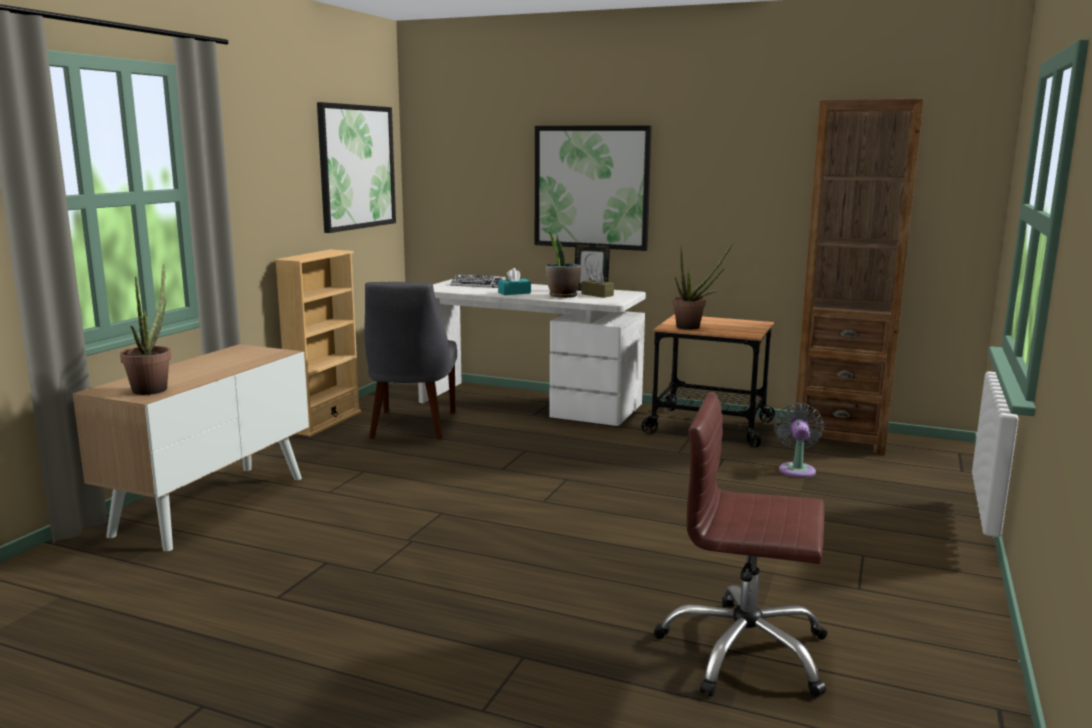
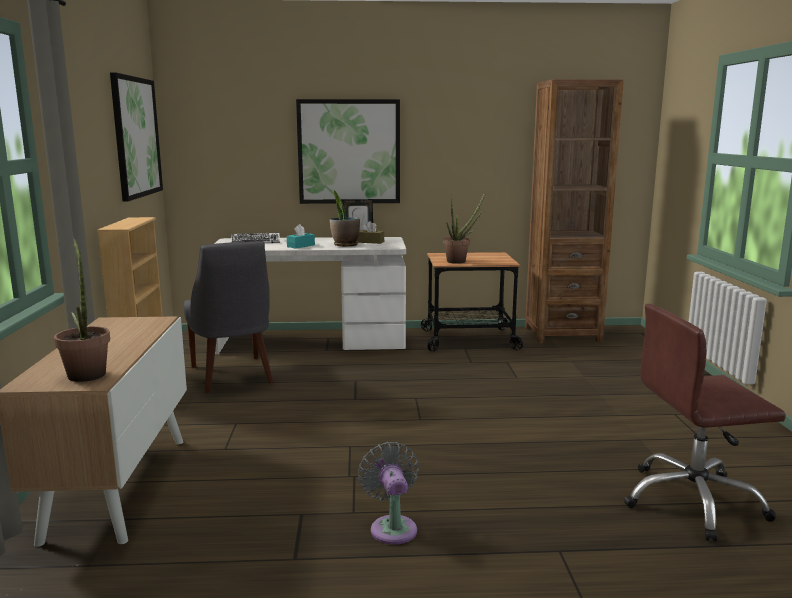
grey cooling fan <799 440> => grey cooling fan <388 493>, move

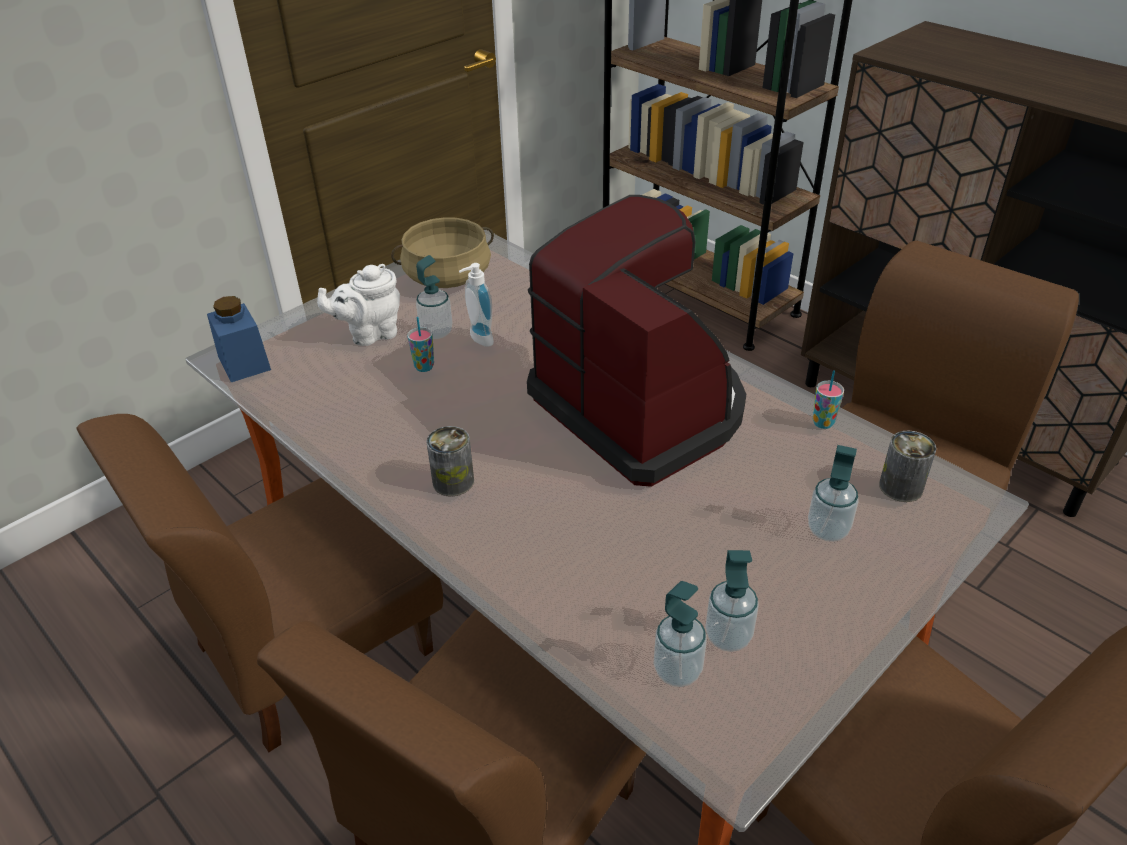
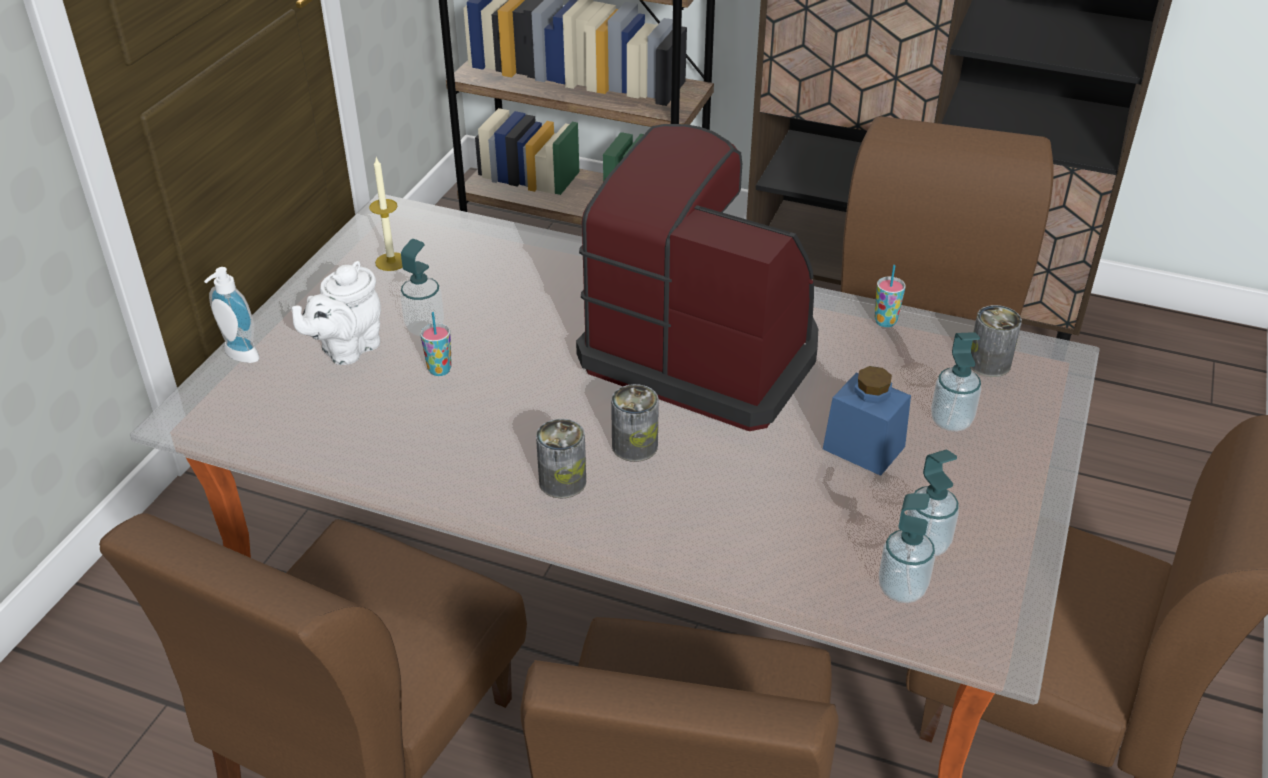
soap dispenser <476 305> => soap dispenser <231 315>, move
sand-coloured saucepot <442 252> => candle <386 214>
nothing => sealed can <635 423>
bluish jar <239 339> => bluish jar <867 421>, move

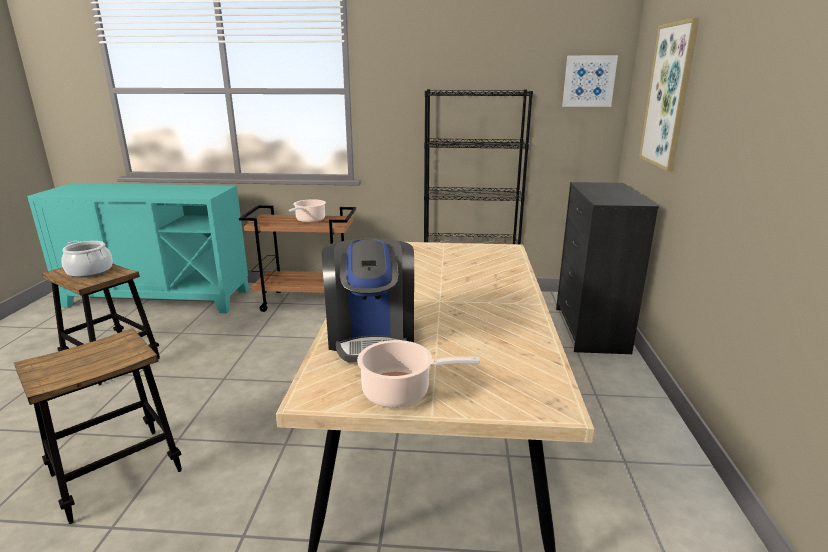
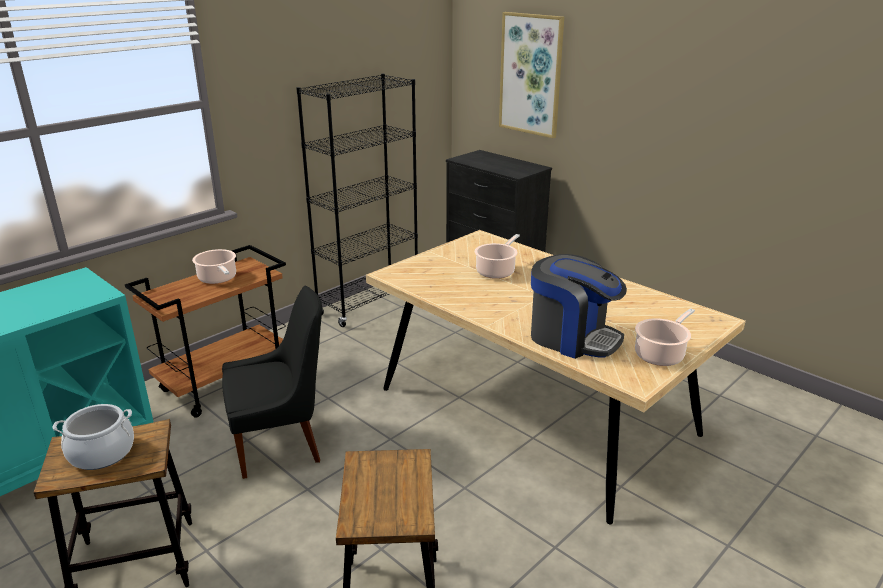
nothing => black-coloured plain chair <272 382>
nothing => saucepot <497 256>
wall picture <590 81> => nothing

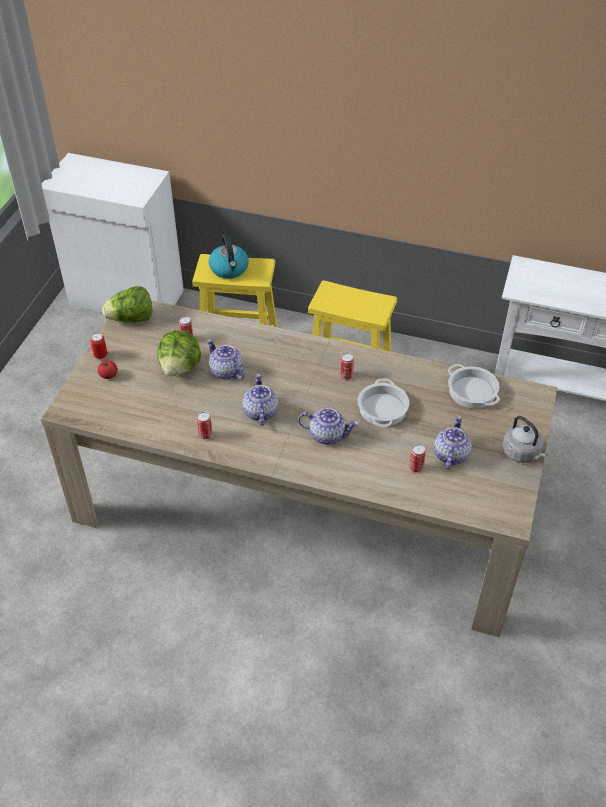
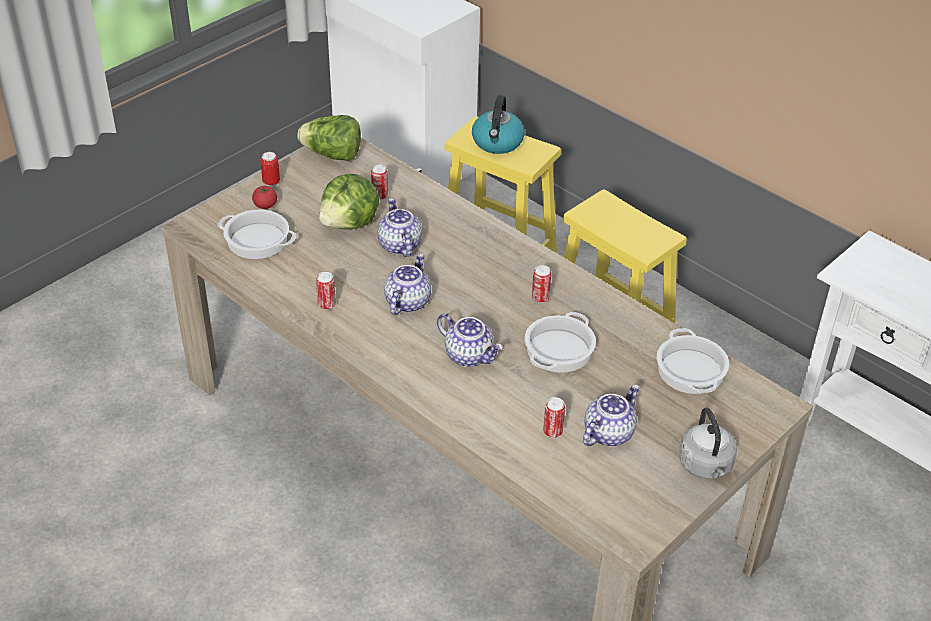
nothing => saucepot <257 234>

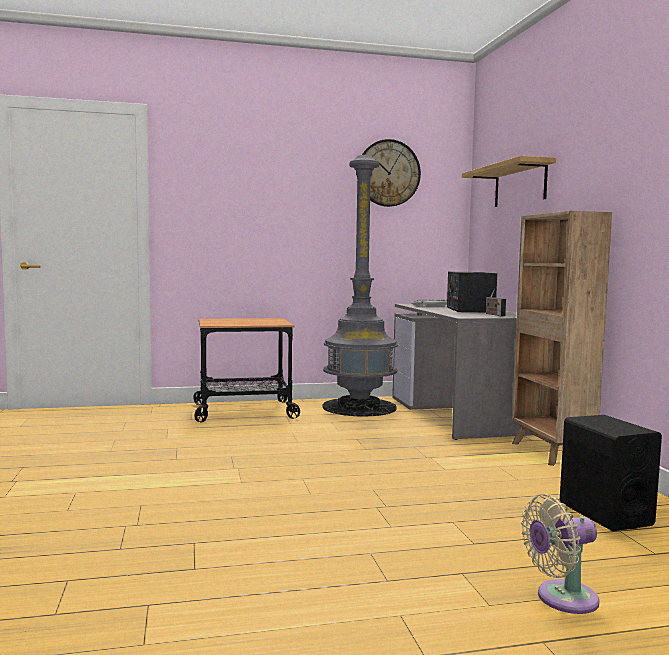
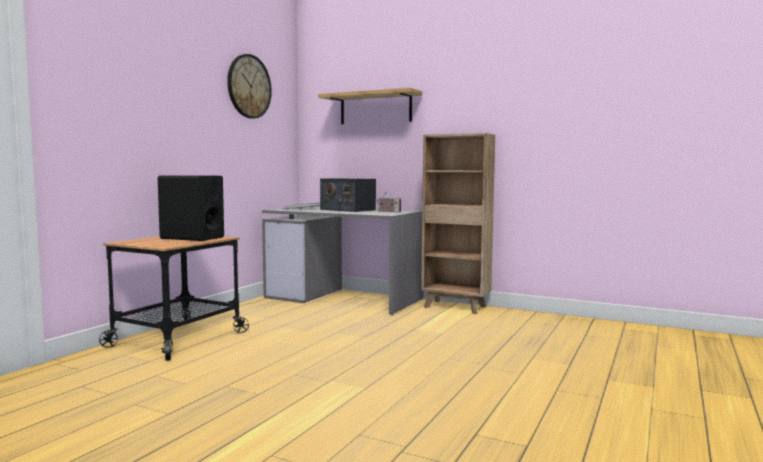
black-coloured loudspeaker <611 473> => black-coloured loudspeaker <191 208>, move
grey standing lamp <360 285> => nothing
sand-coloured cooling fan <560 554> => nothing

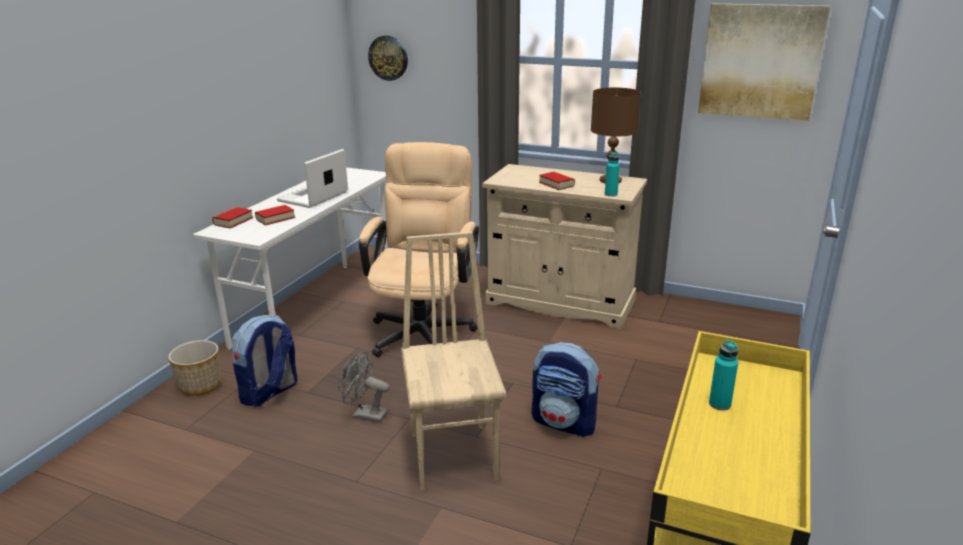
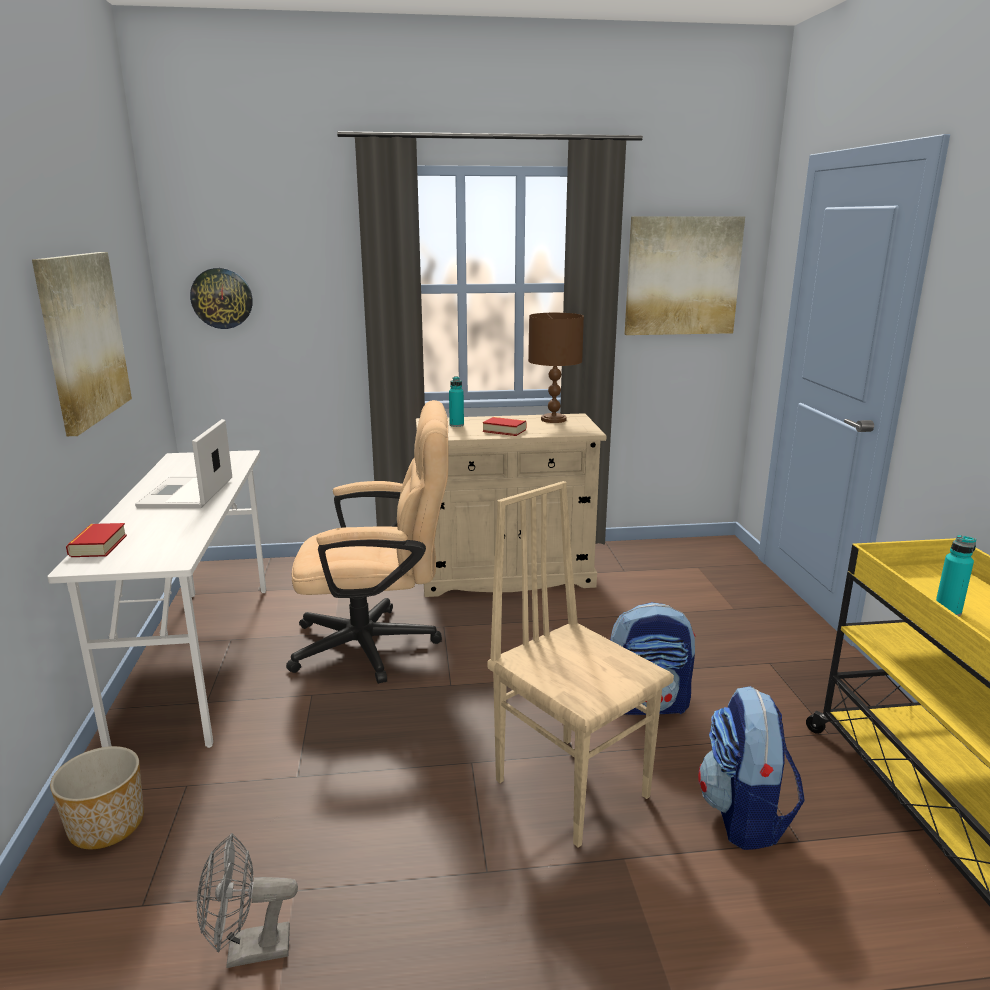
nothing => wall picture <82 344>
grey cooling fan <364 387> => grey cooling fan <247 900>, move
sand-coloured office chair <419 249> => sand-coloured office chair <367 542>, 105 degrees clockwise
blue-green bottle <612 174> => blue-green bottle <456 402>, move
knapsack <265 361> => knapsack <751 768>, move
book <275 215> => nothing

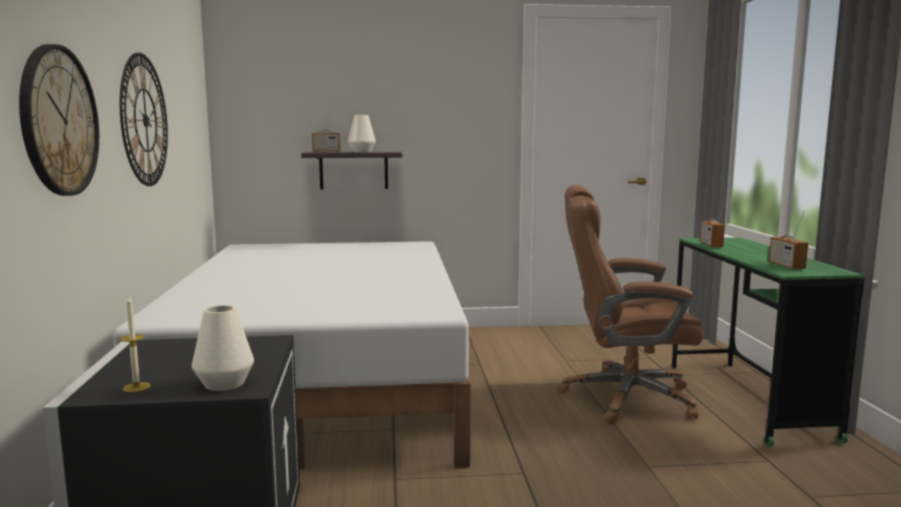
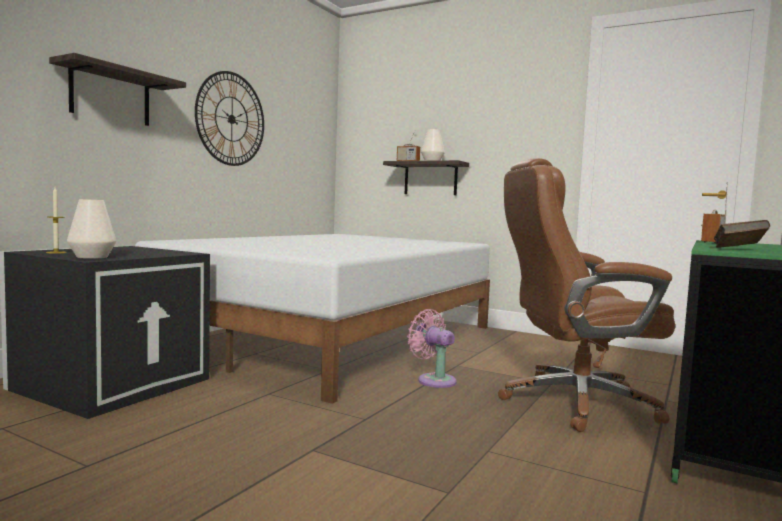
hanging clock <59 120> => wall shelf <117 89>
nothing => pinkish cooling fan <432 348>
brown office chair <630 304> => brown office chair <586 295>, 45 degrees counterclockwise
radio receiver <788 240> => brown book <742 234>

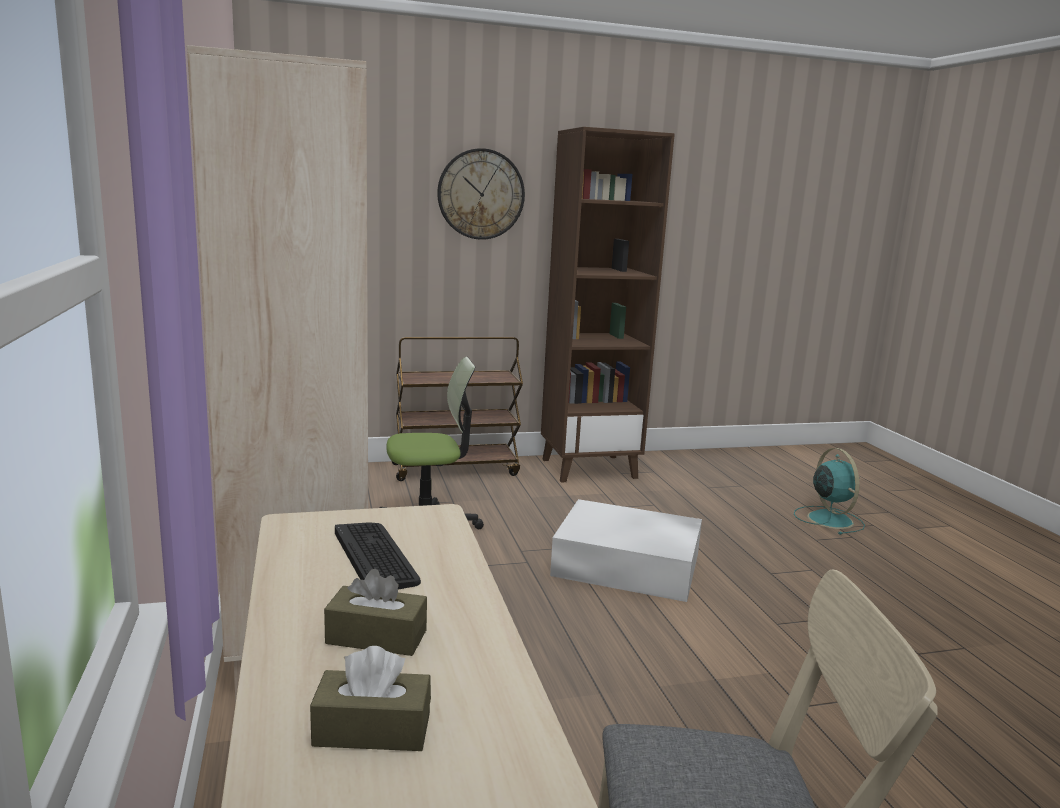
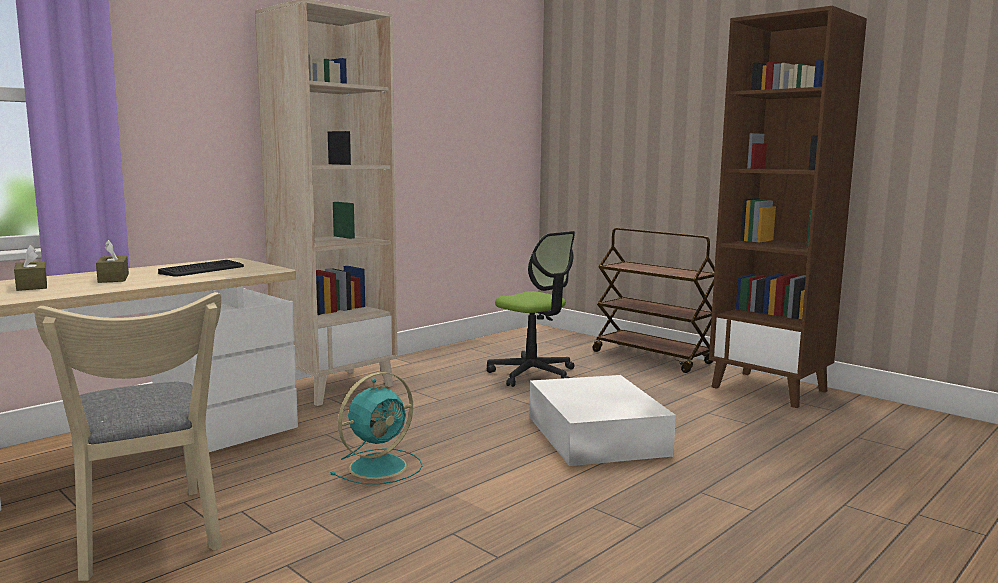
blue-green cooling fan <829 491> => blue-green cooling fan <376 428>, move
hanging clock <481 194> => nothing

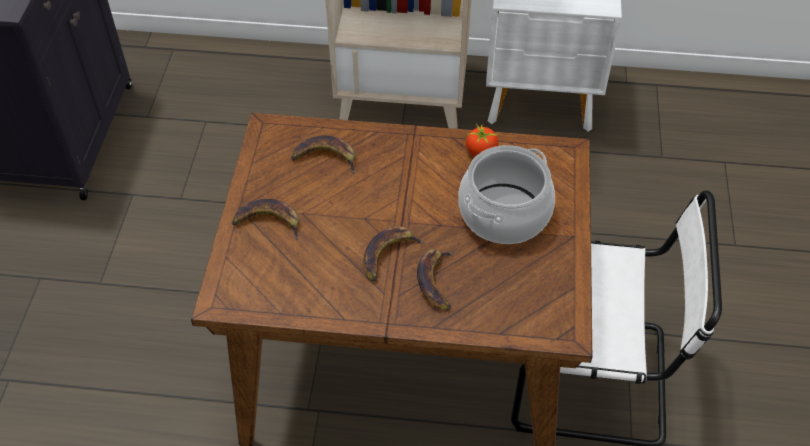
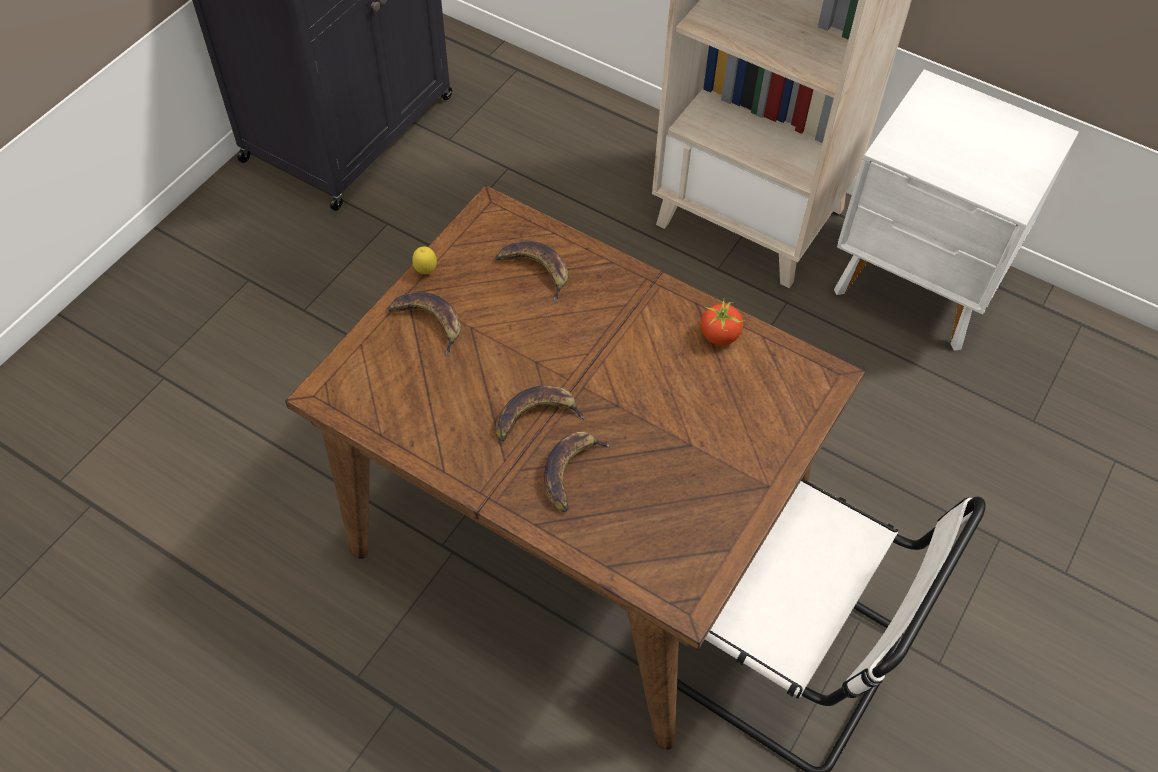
nothing => lemon <424 260>
saucepot <506 194> => nothing

